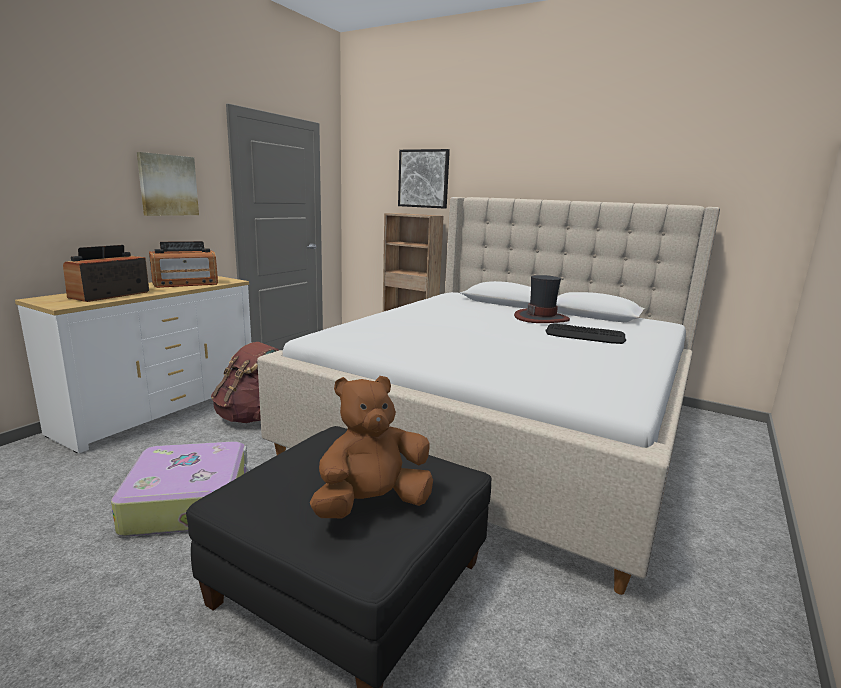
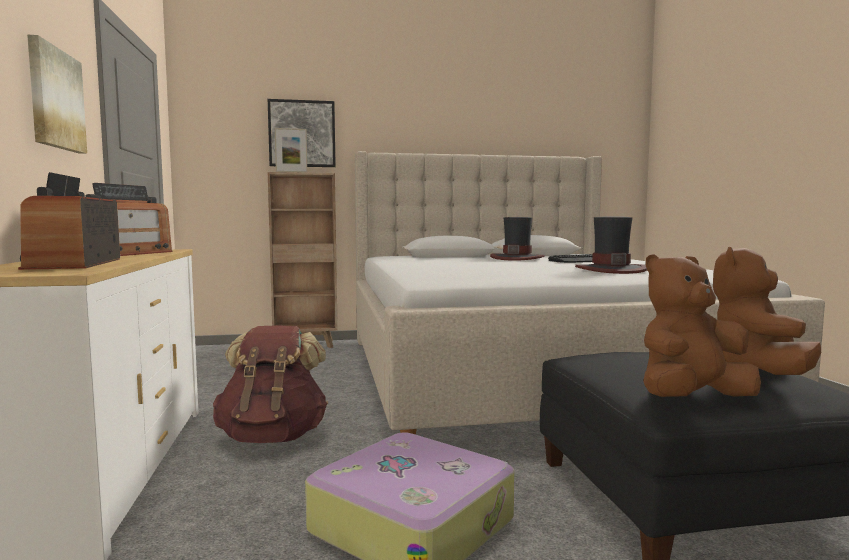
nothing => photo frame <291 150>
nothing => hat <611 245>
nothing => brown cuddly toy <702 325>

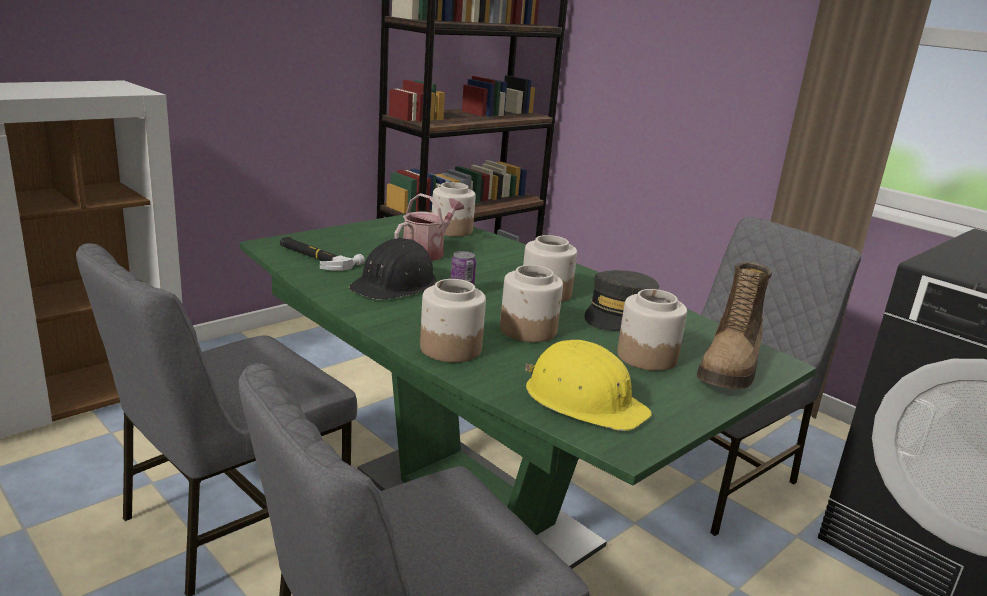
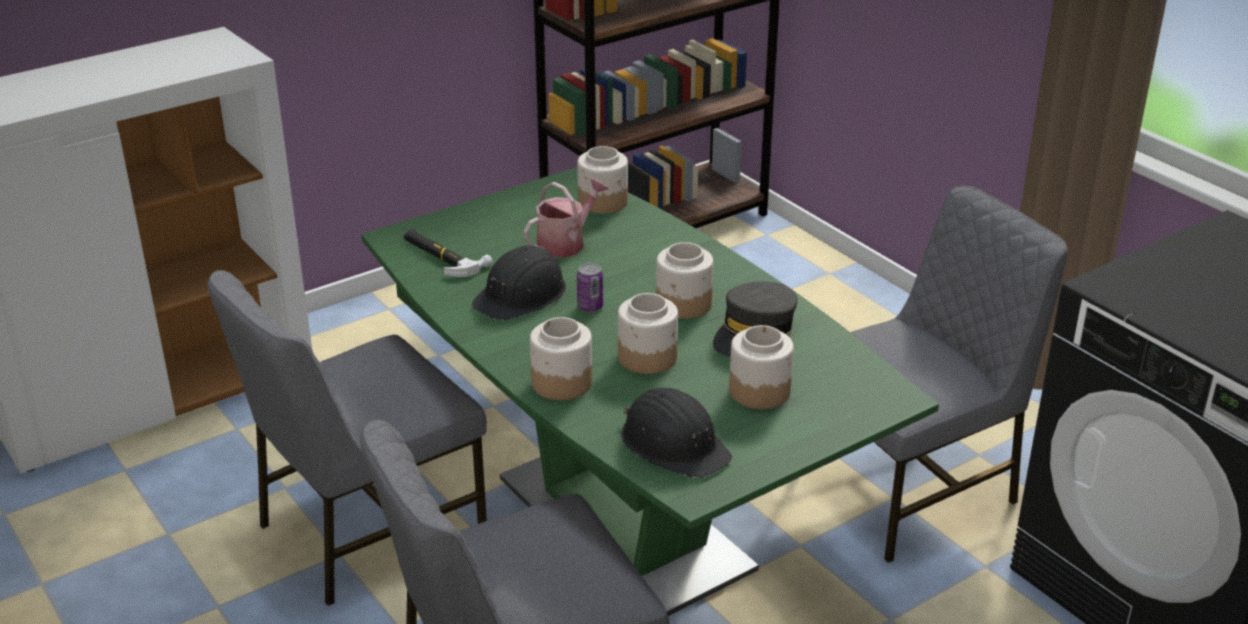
yellow-coloured safety helmet <588 385> => black-coloured safety helmet <676 433>
tall boot <734 325> => nothing

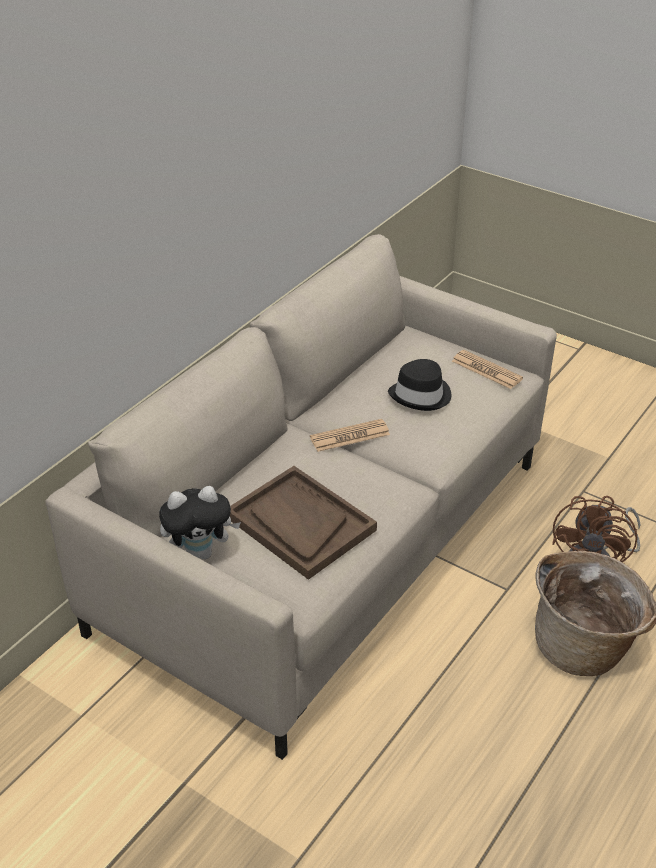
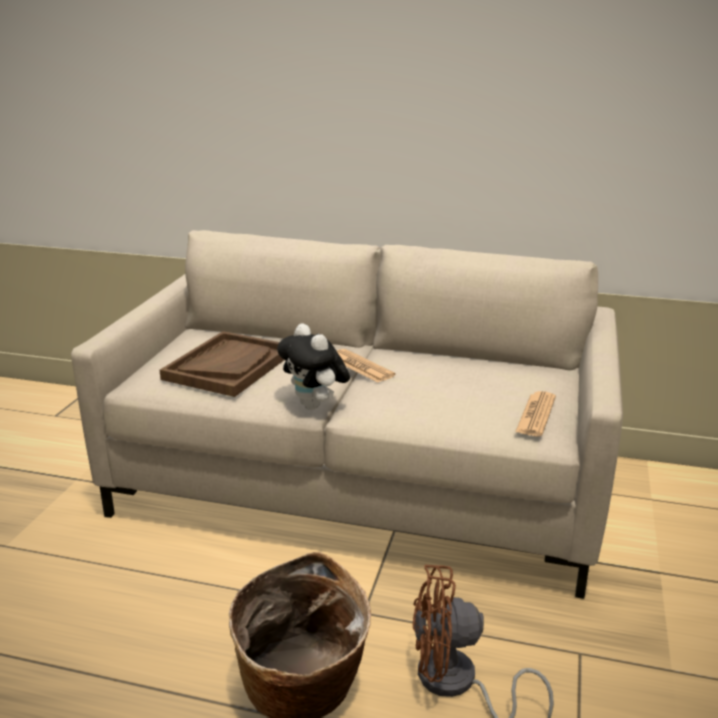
cuddly toy <200 522> => cuddly toy <313 367>, move
black-coloured hat <419 385> => nothing

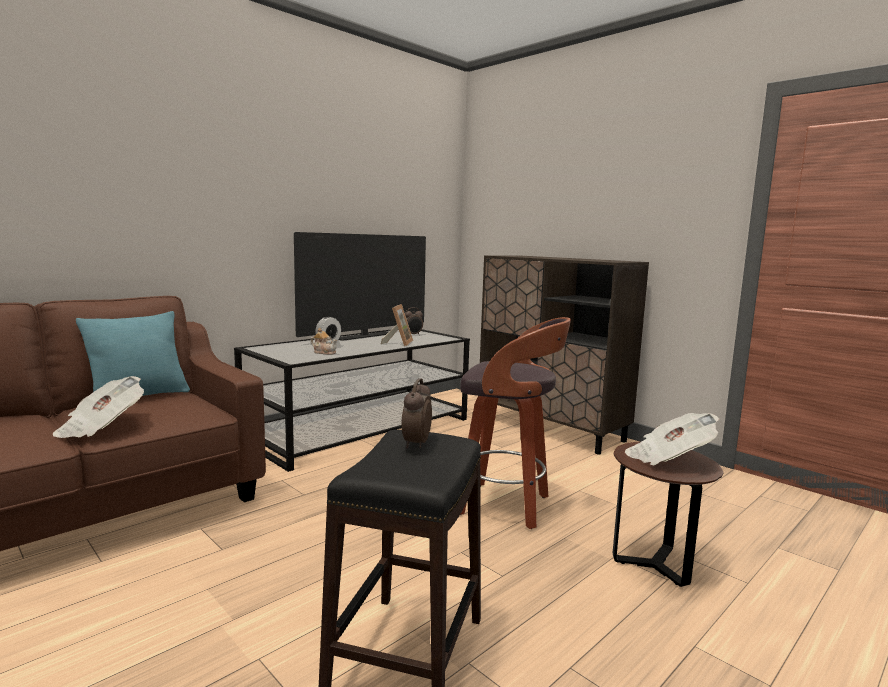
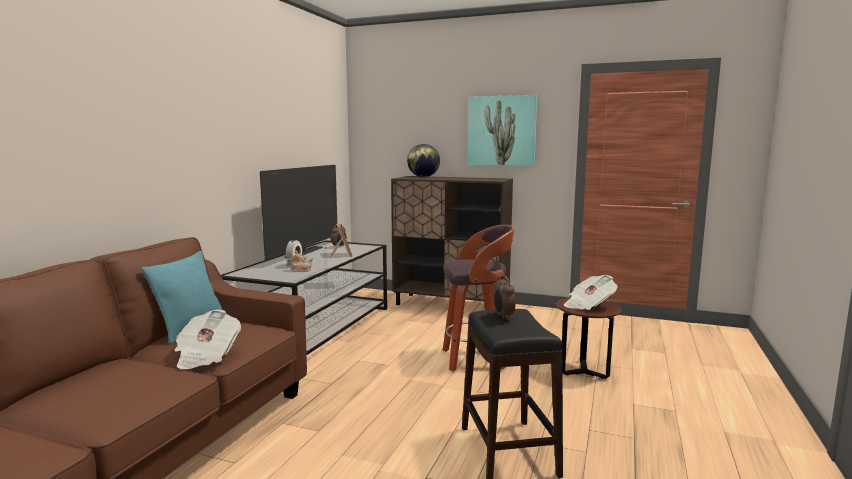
nothing => globe <423 160>
nothing => wall picture <502 130>

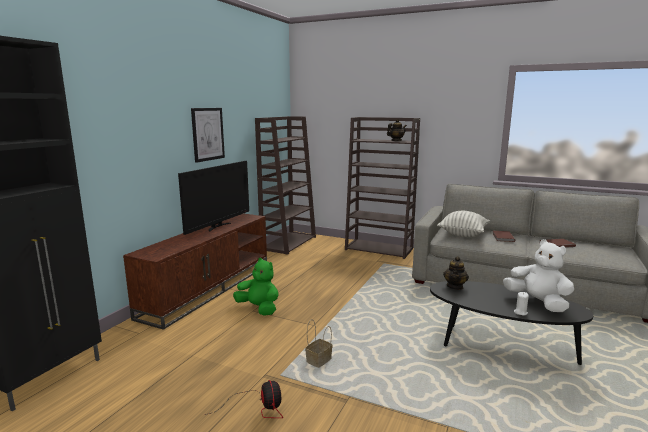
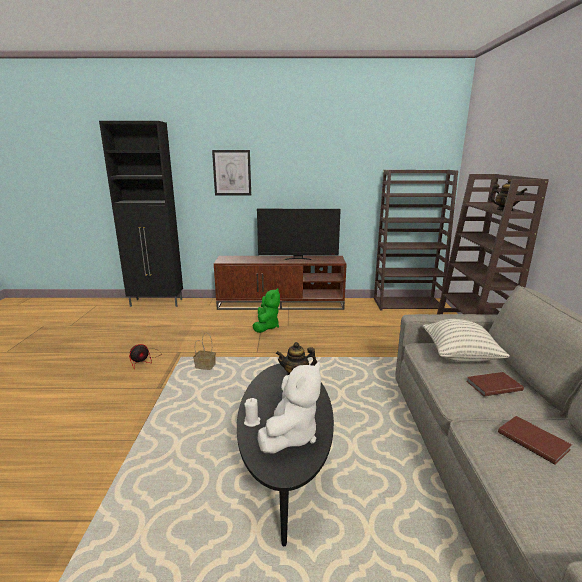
wall picture <208 135> => wall picture <231 173>, move

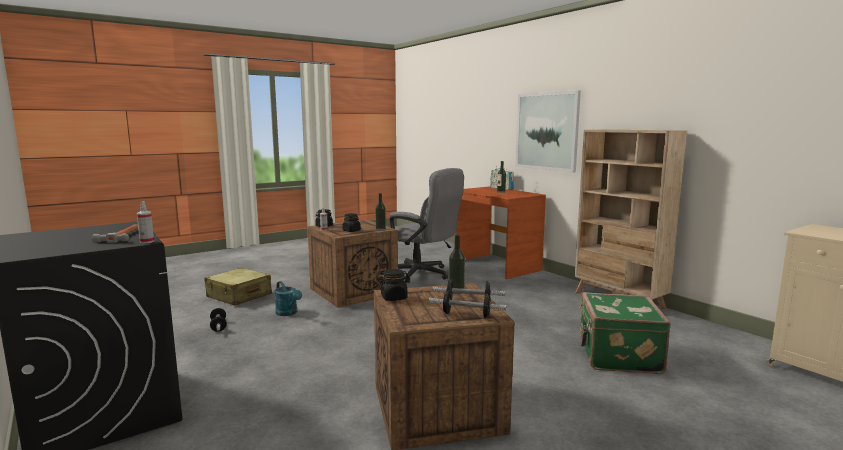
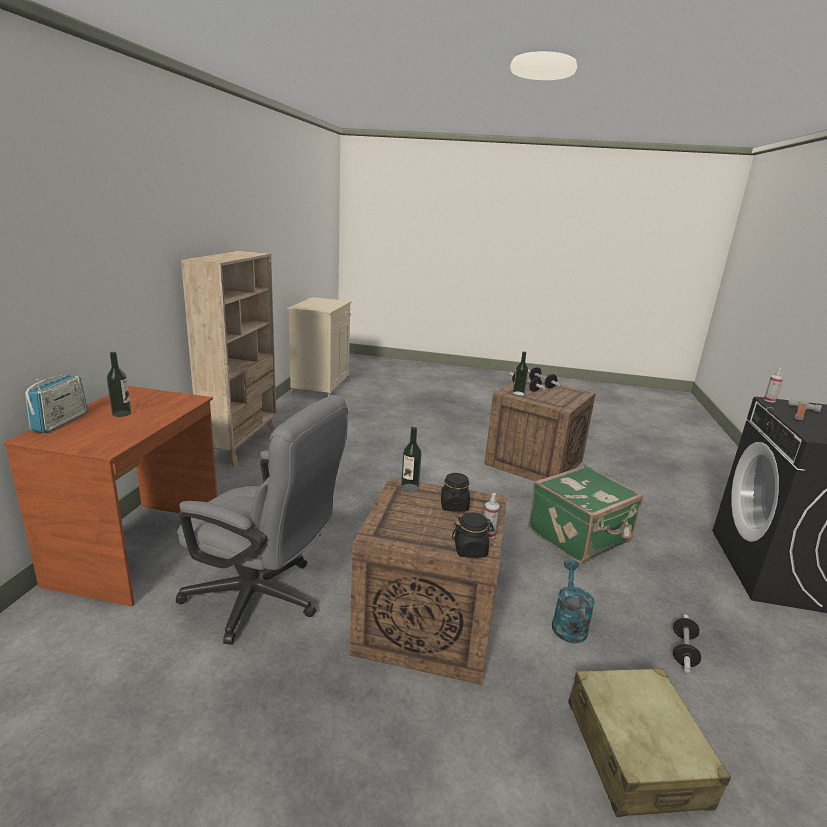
grey office chair <427 225> => grey office chair <262 520>, 120 degrees clockwise
green-coloured travel case <625 333> => green-coloured travel case <585 514>, move
black-coloured jar <394 285> => nothing
wall picture <548 131> => nothing

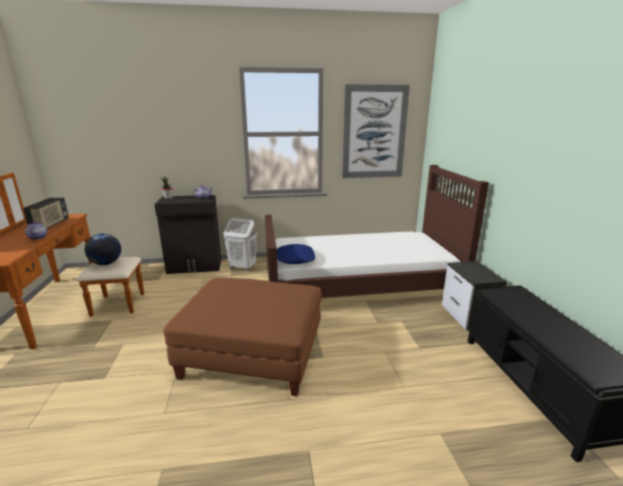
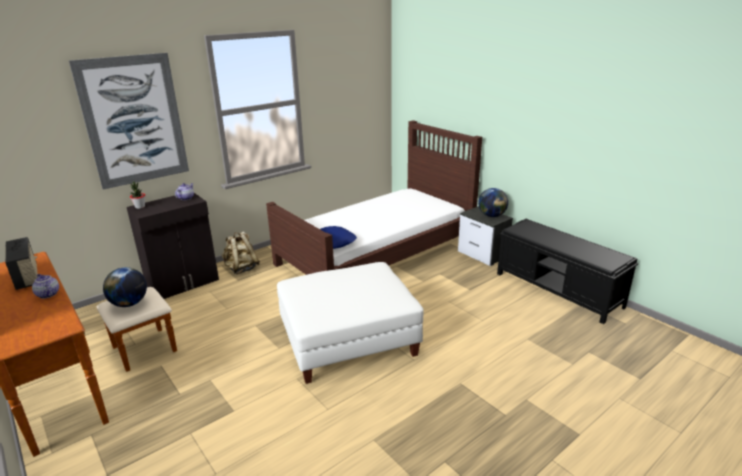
wall picture <376 131> => wall picture <128 121>, move
whitish hamper <240 244> => sand-coloured knapsack <241 252>
brown footrest <242 337> => whitish footrest <350 323>
nothing => globe <493 202>

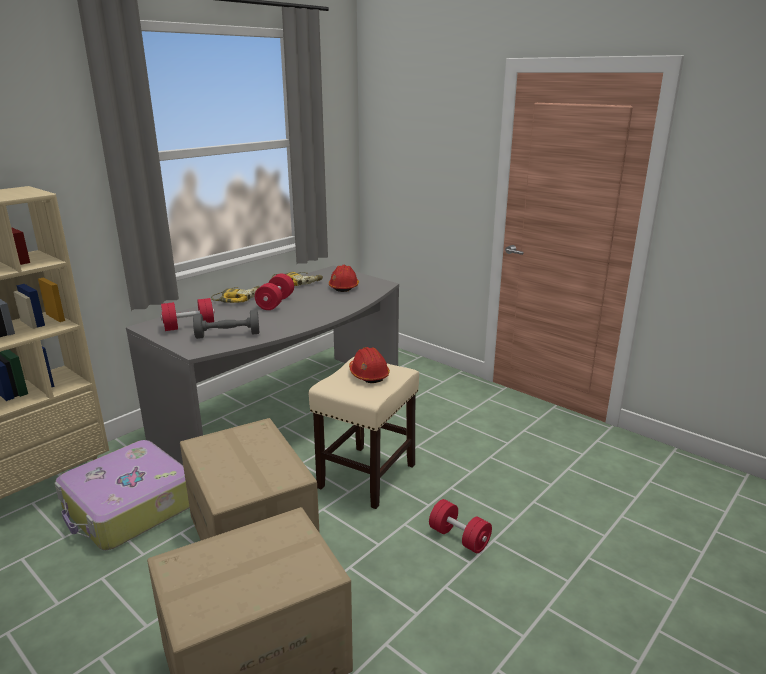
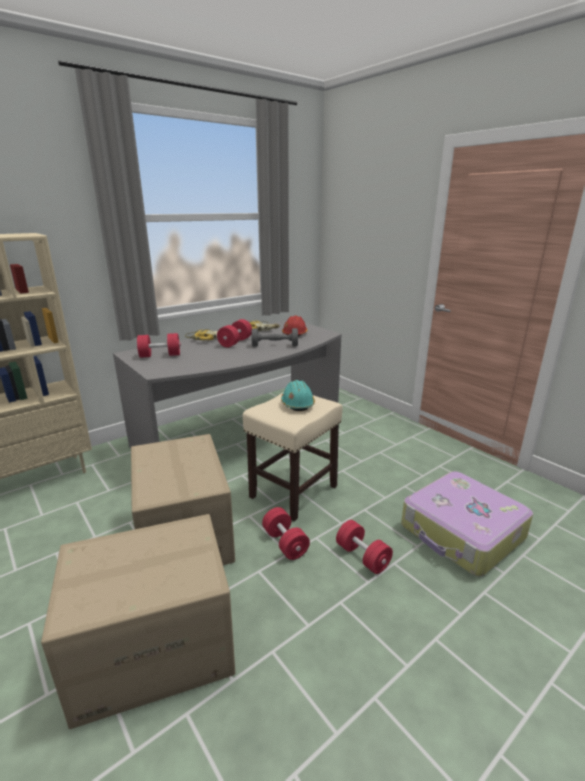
grey hand weight <226 324> => grey hand weight <274 337>, move
nothing => red hand weight <286 533>
red safety helmet <369 365> => blue-green safety helmet <298 395>
travel case <122 495> => travel case <467 524>, move

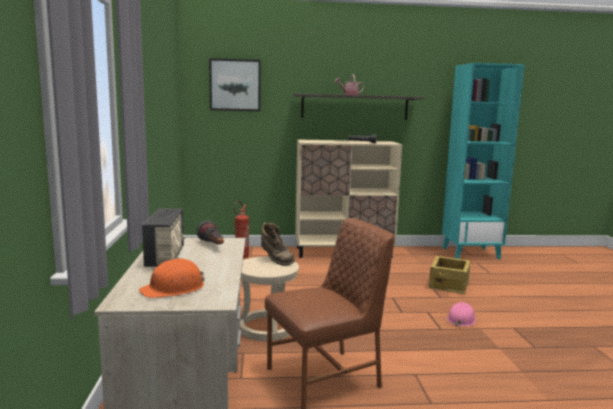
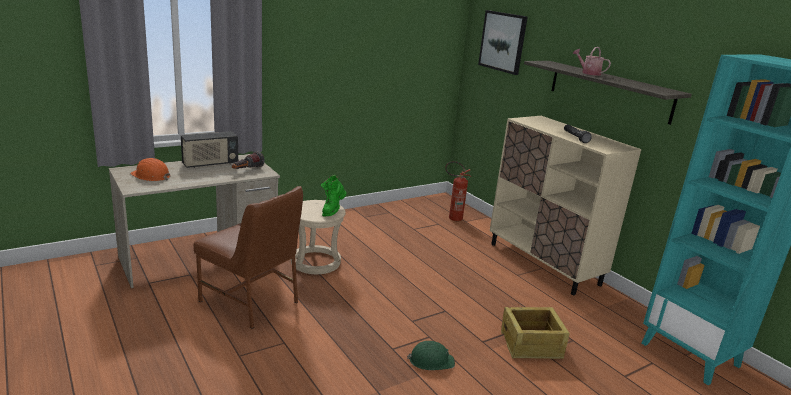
brown tall boot <278 244> => green-coloured tall boot <334 195>
pinkish safety helmet <461 314> => green-coloured safety helmet <431 355>

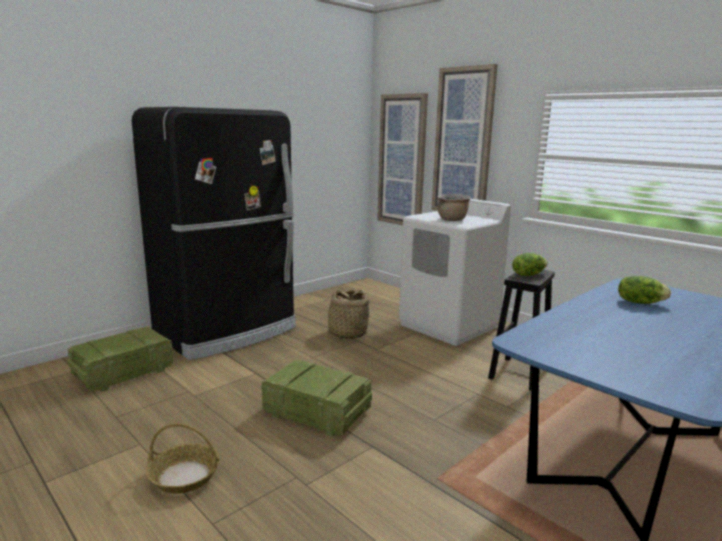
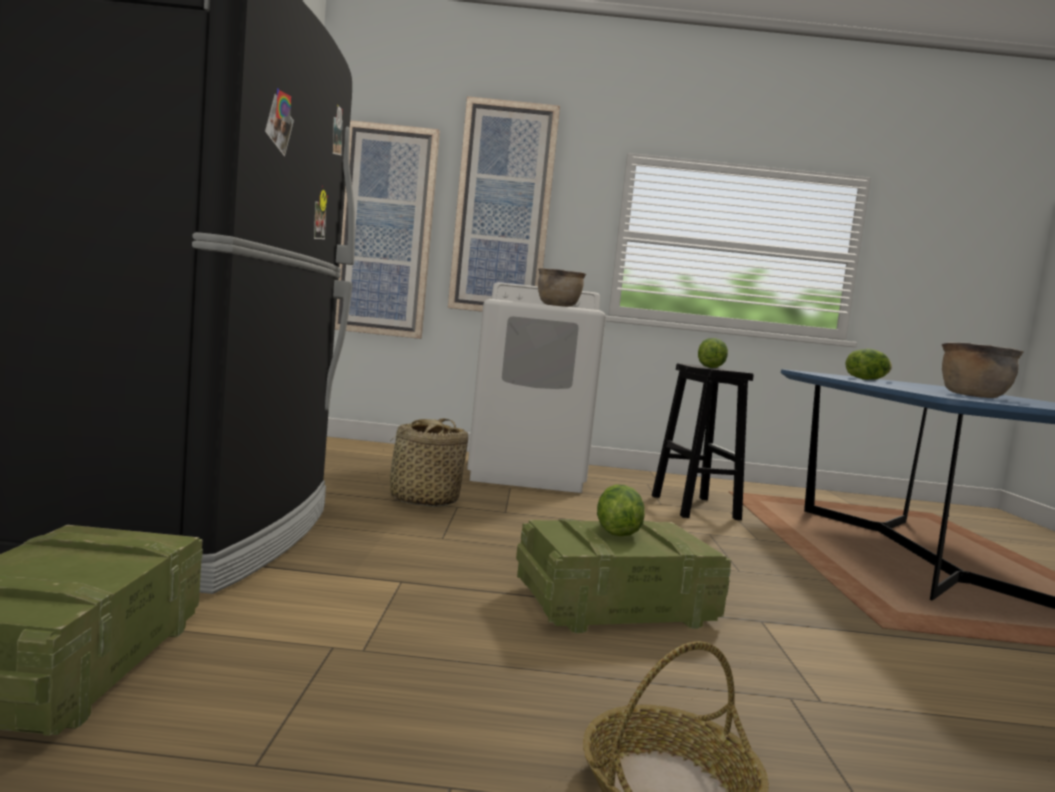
nothing => lettuce <621 510>
nothing => brown saucepot <983 370>

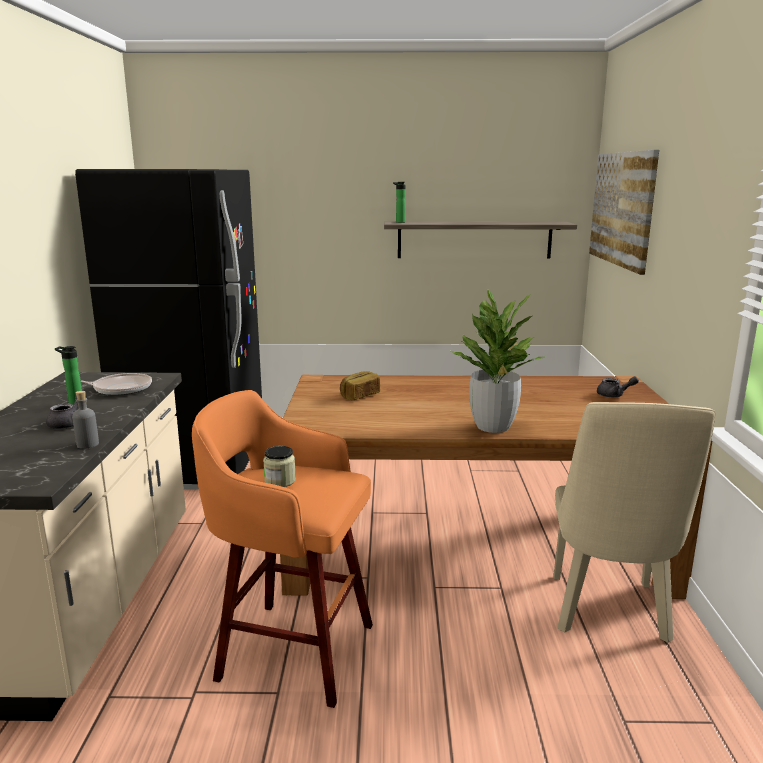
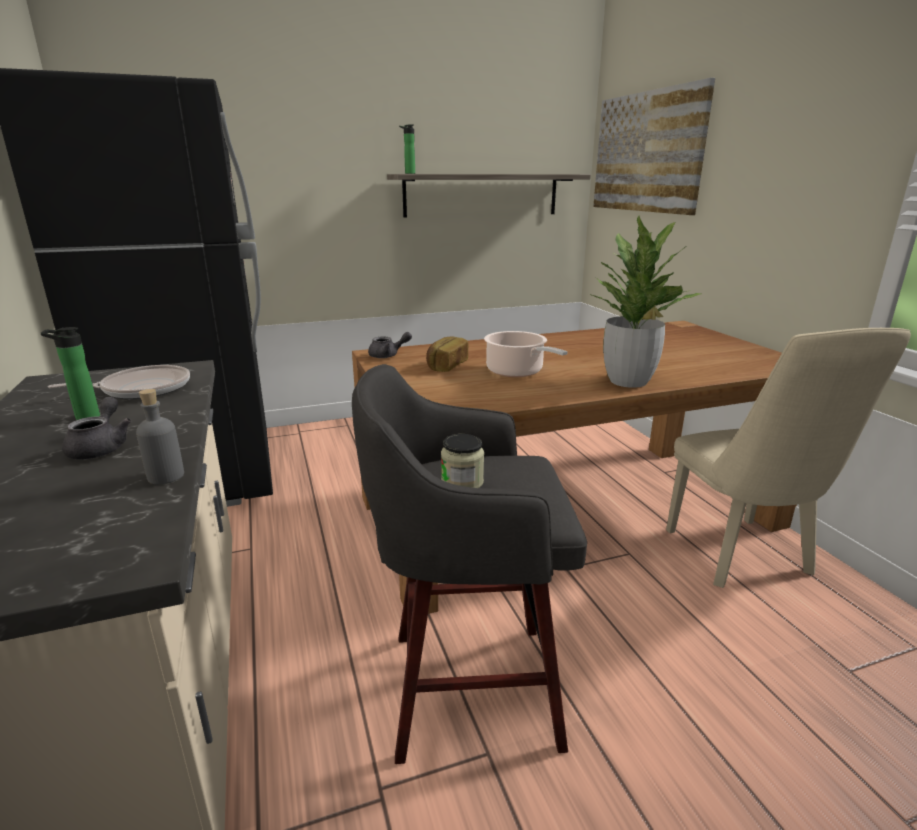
orangey stool <282 549> => grey stool <469 564>
grey pot for tea <618 387> => grey pot for tea <390 345>, move
nothing => saucepot <526 354>

